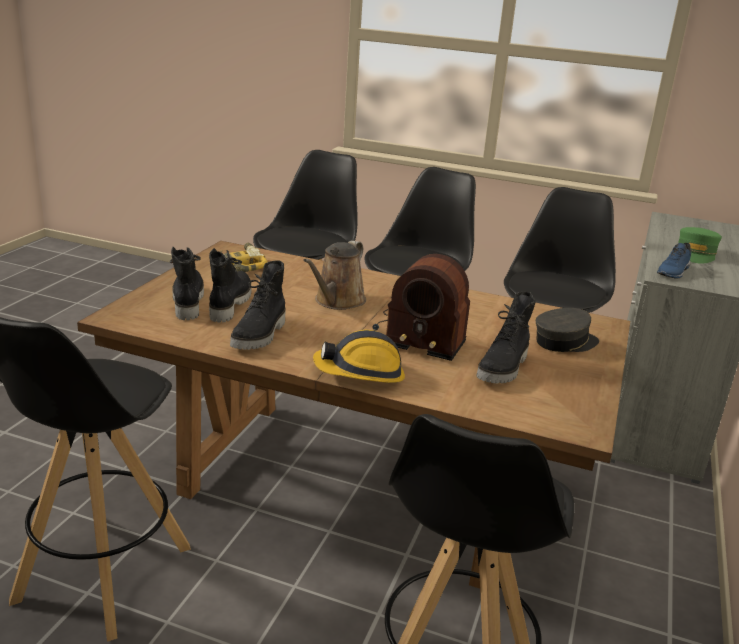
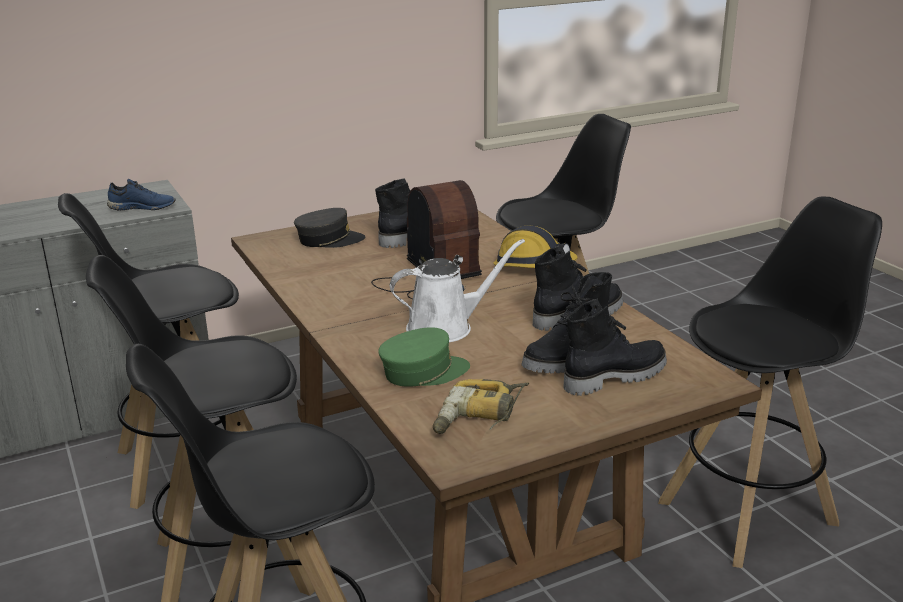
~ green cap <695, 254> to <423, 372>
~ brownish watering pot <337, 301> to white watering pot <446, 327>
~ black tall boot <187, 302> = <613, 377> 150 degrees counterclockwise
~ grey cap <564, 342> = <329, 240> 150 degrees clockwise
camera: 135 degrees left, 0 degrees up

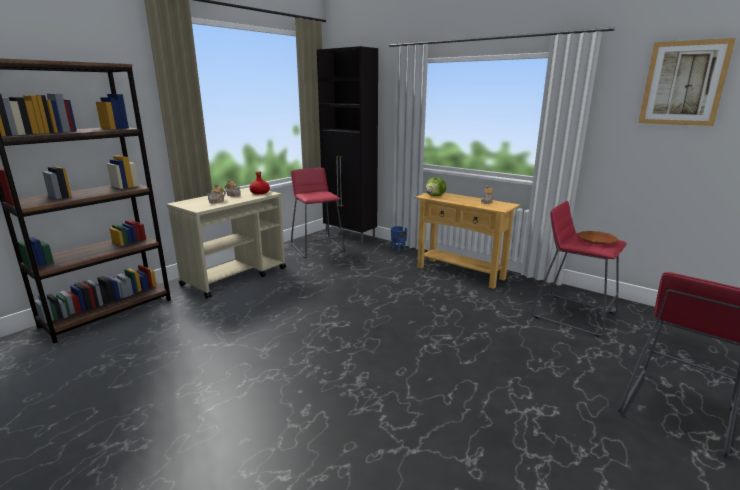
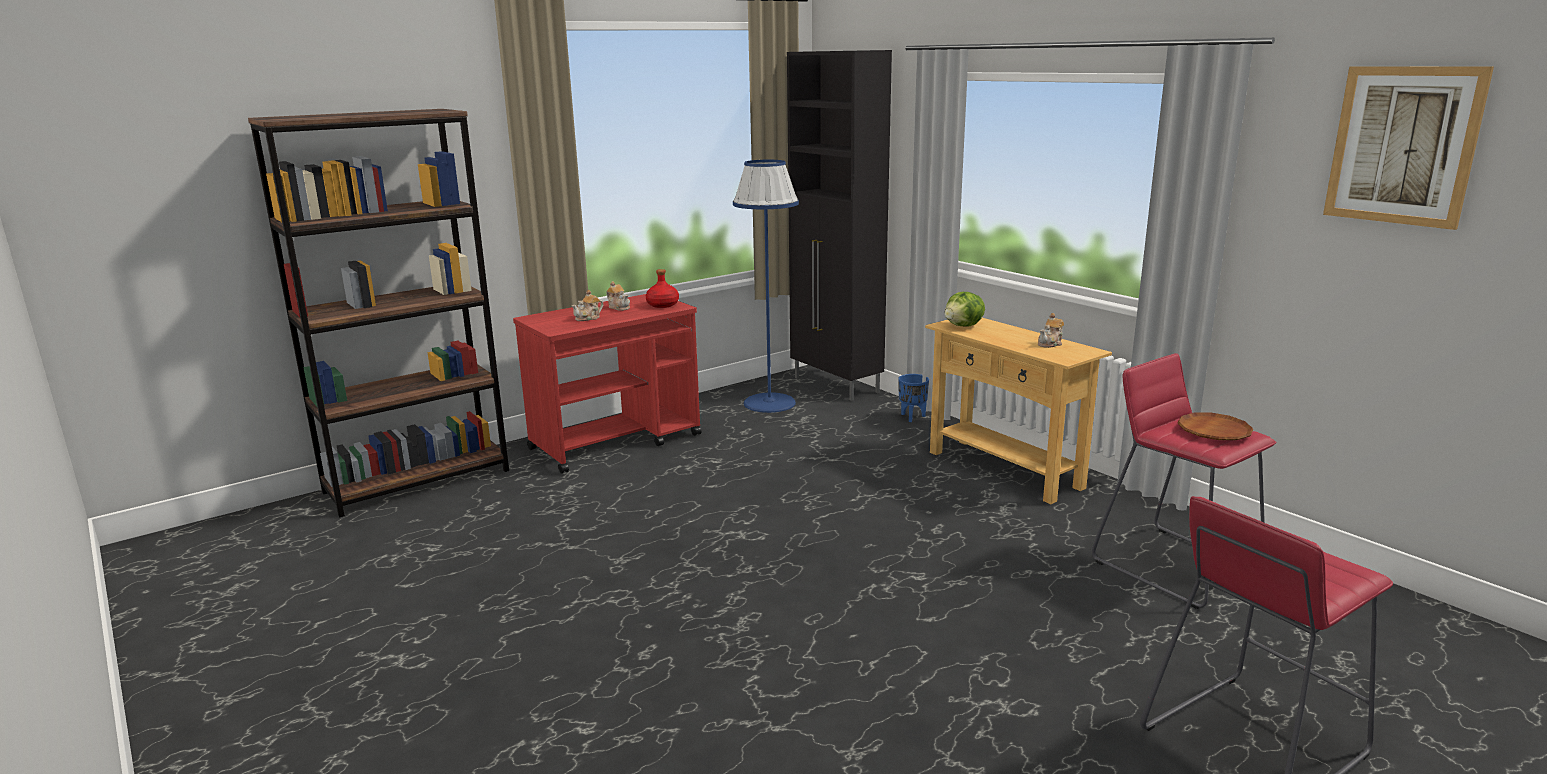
~ red stool <317, 248> to blue-coloured standing lamp <769, 403>
~ beige trolley <236, 276> to red trolley <617, 441>
camera: 15 degrees right, 0 degrees up

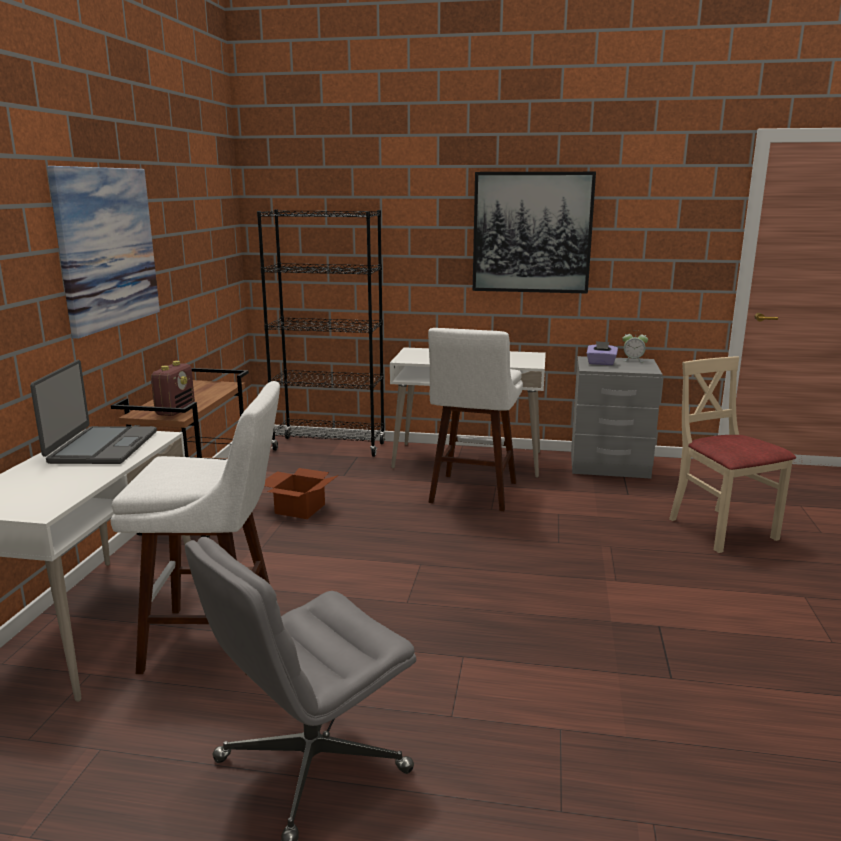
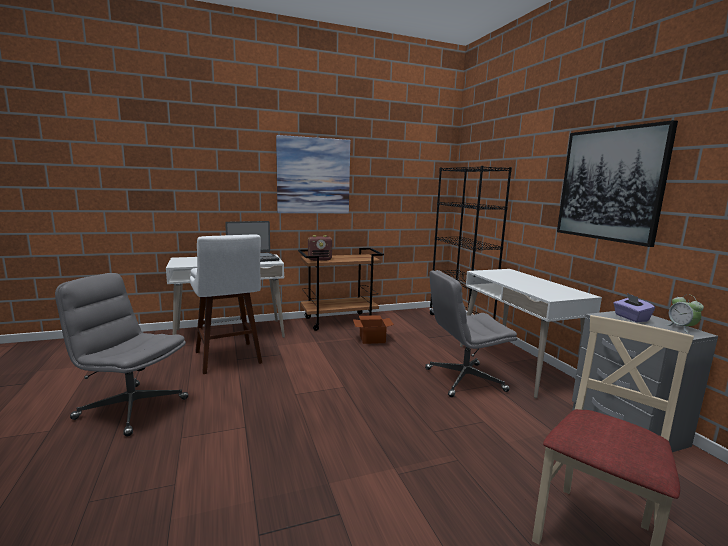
~ white stool <472, 494> to grey desk chair <463, 380>
camera: 60 degrees right, 5 degrees down

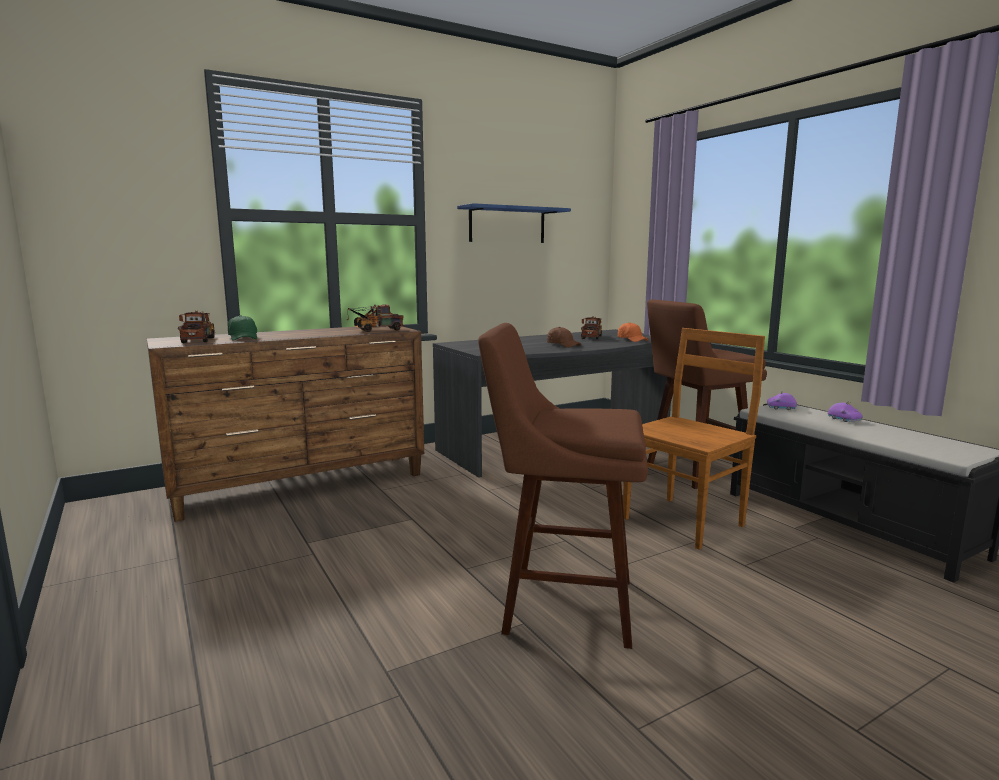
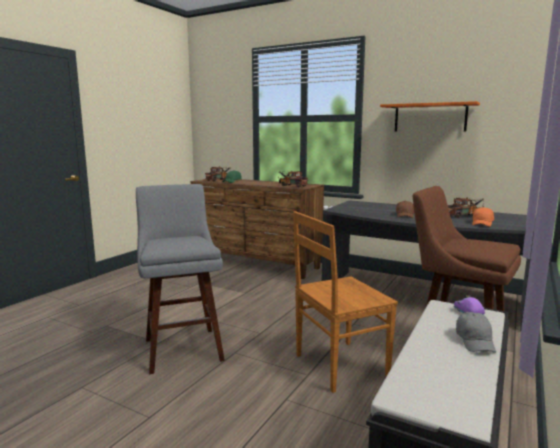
~ blue-coloured shelf <507, 225> to orangey shelf <430, 117>
~ brownish stool <561, 604> to grey stool <182, 347>
~ brownish upright chair <685, 521> = <338, 366> 135 degrees clockwise
~ purple miniature car <844, 419> to grey cap <475, 341>
camera: 60 degrees right, 0 degrees up

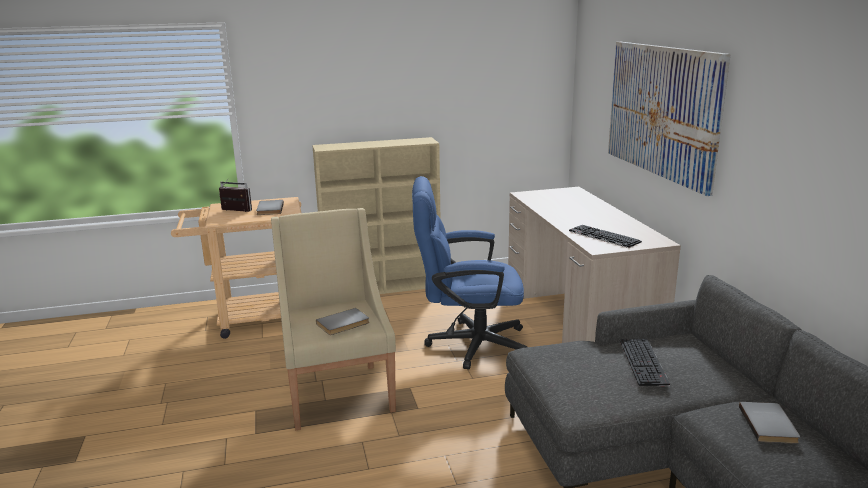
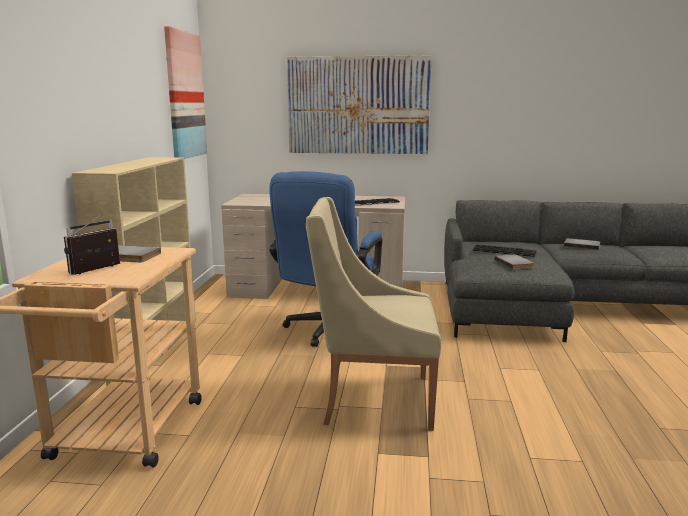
~ grey volume <344, 324> to <515, 263>
+ wall picture <185, 95>
camera: 70 degrees left, 5 degrees down

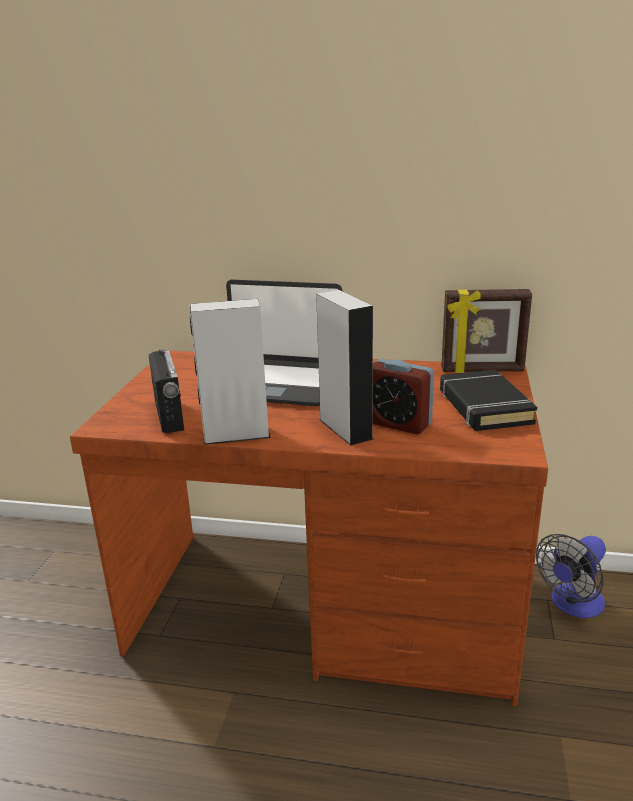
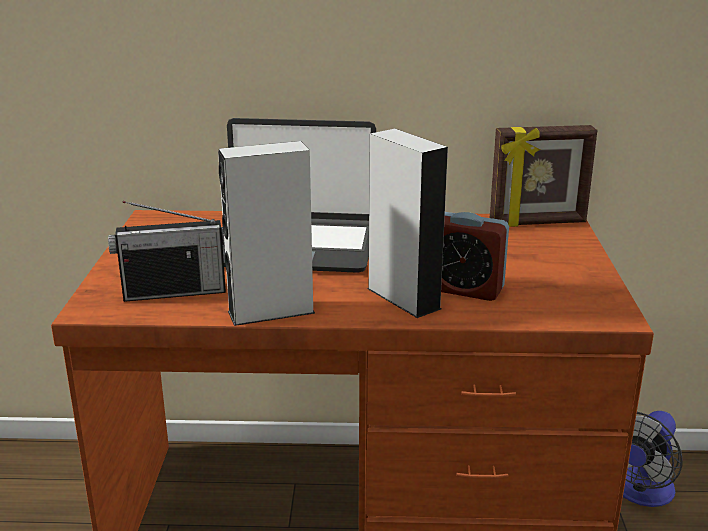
~ radio set <169, 415> = <175, 291> 105 degrees clockwise
- black volume <484, 407>
camera: 10 degrees left, 0 degrees up

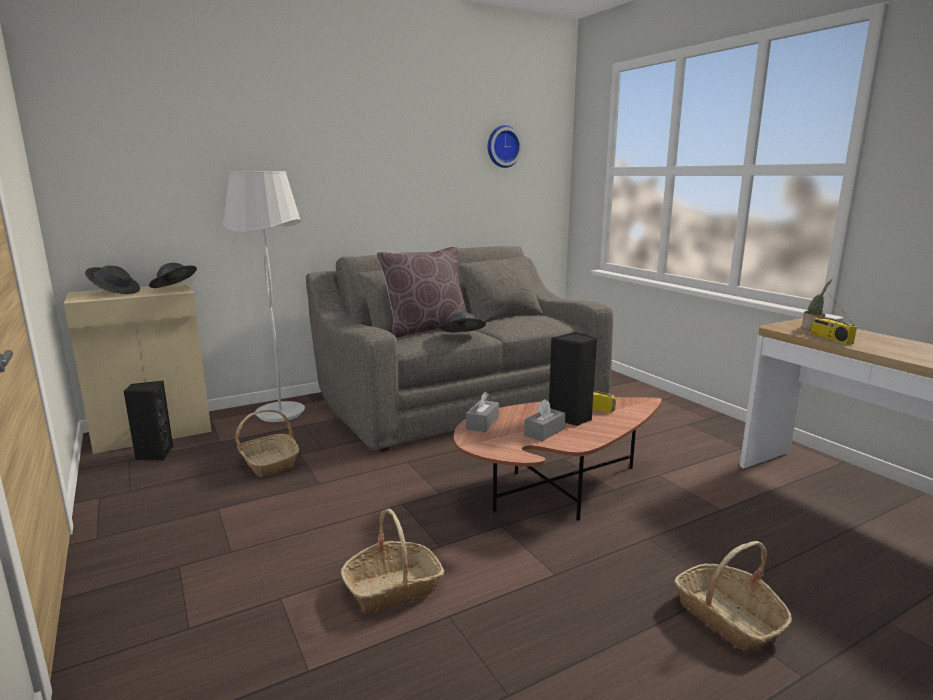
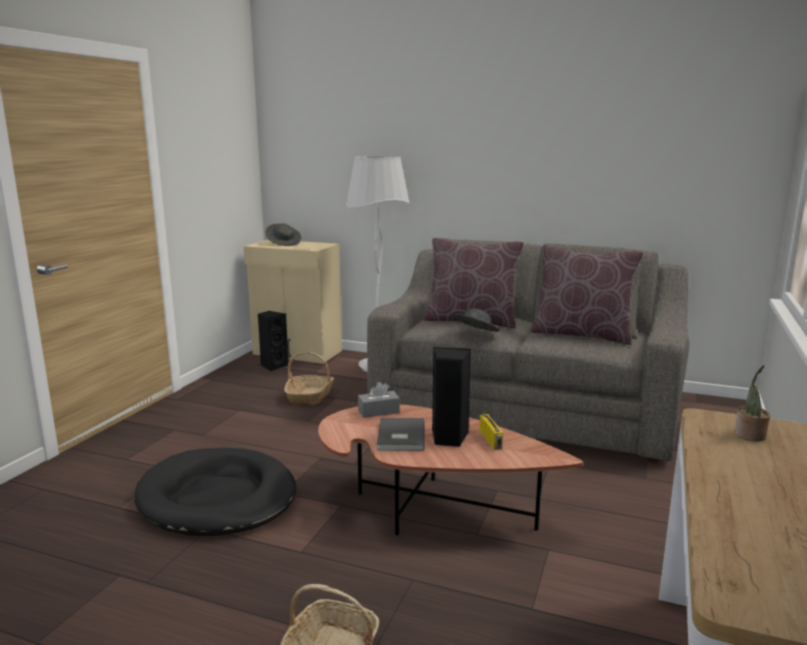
- hanging clock <502, 146>
- grey wearable hat <174, 288>
- radio set <829, 338>
~ grey tissue holder <544, 432> to grey volume <399, 437>
~ household basket <393, 588> to black dog bed <217, 498>
+ brownish throw pillow <581, 334>
camera: 50 degrees right, 0 degrees up

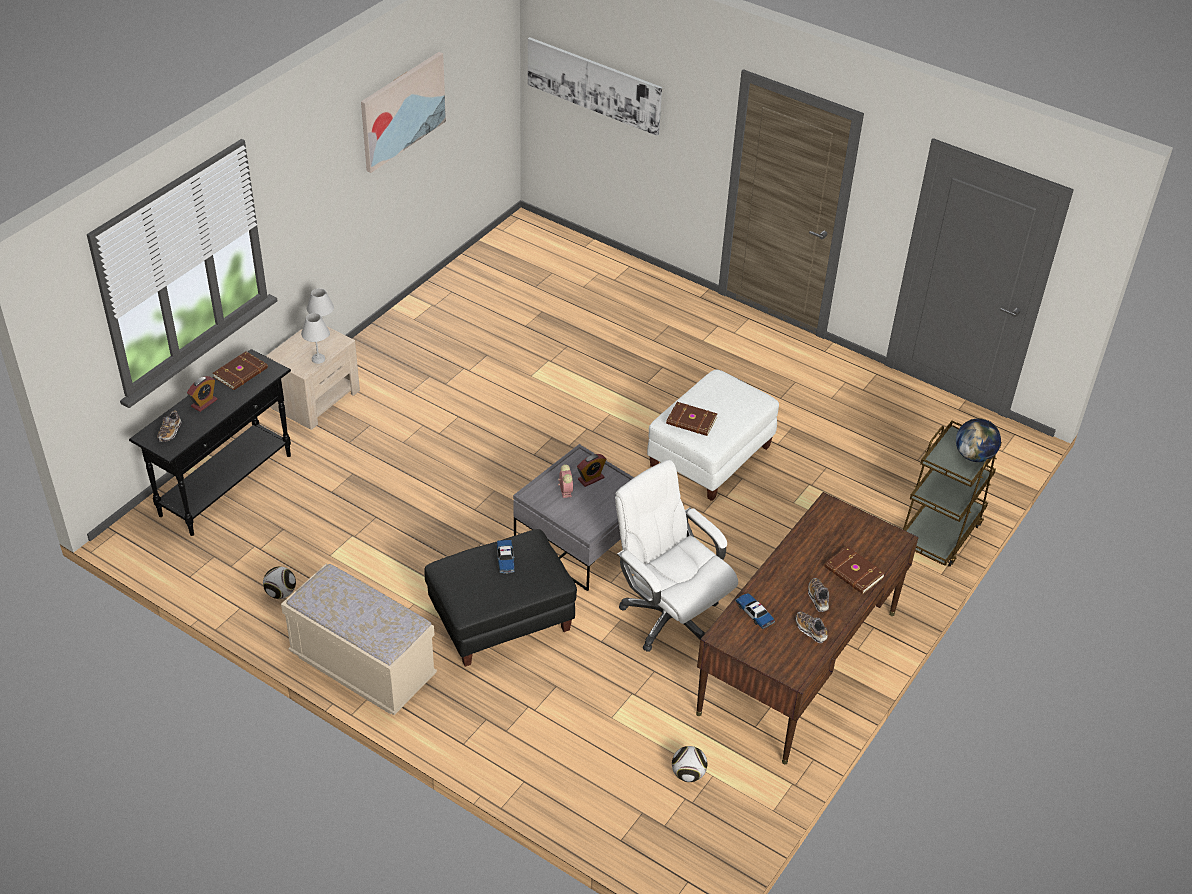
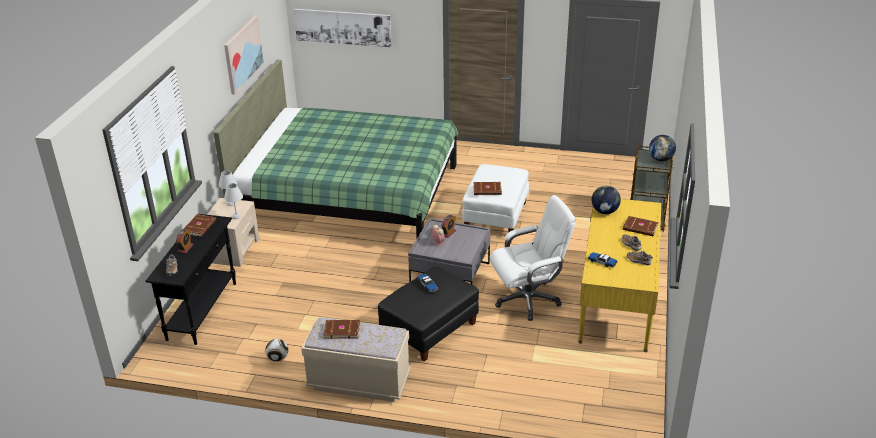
~ white desk chair <669, 616> = <528, 299> 135 degrees clockwise
~ brownish desk unit <798, 662> to yellow desk unit <617, 300>
- ball for football <688, 774>
+ green sleeping bed <349, 196>
+ globe <604, 212>
+ brownish volume <341, 330>
camera: 20 degrees left, 10 degrees down

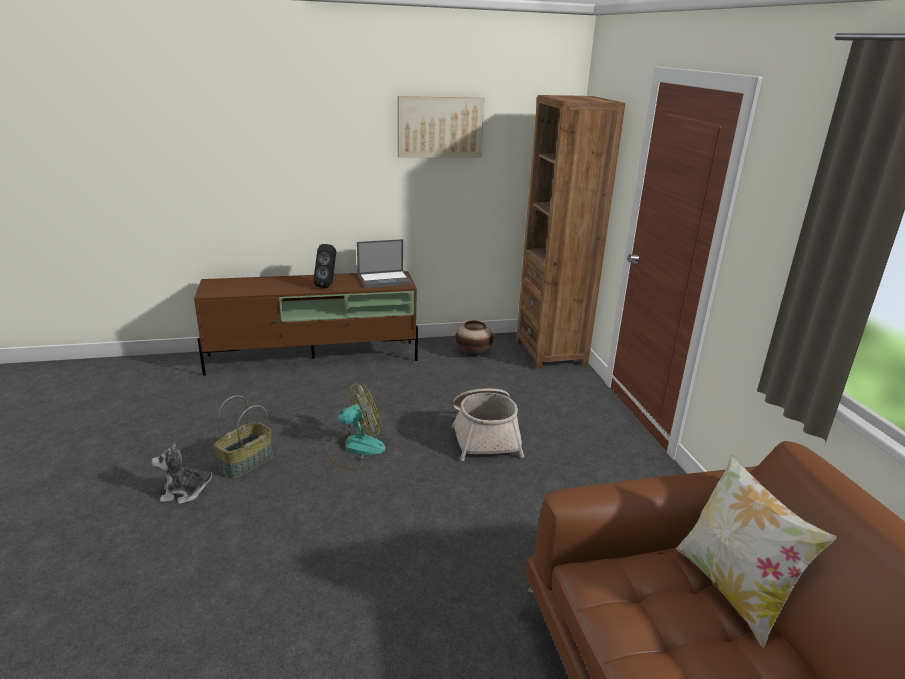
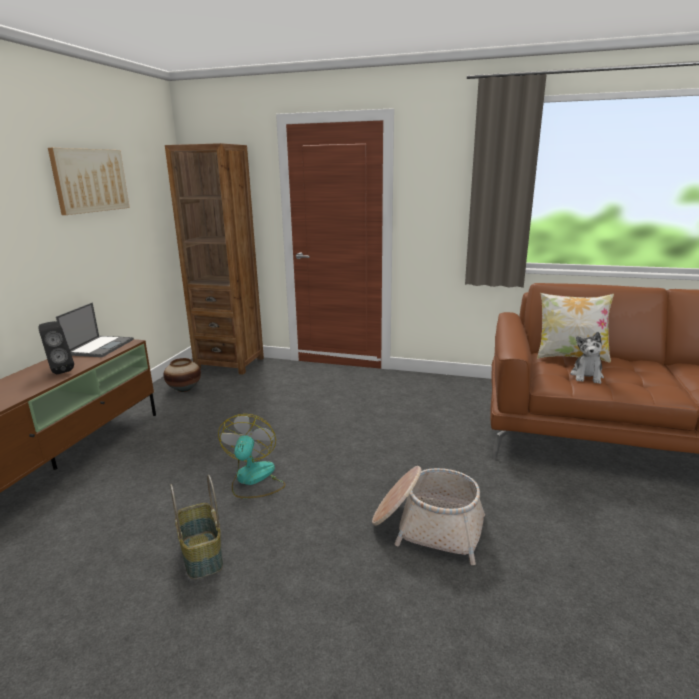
~ household basket <485, 435> to <427, 526>
~ plush toy <183, 493> to <587, 376>
camera: 60 degrees left, 5 degrees down

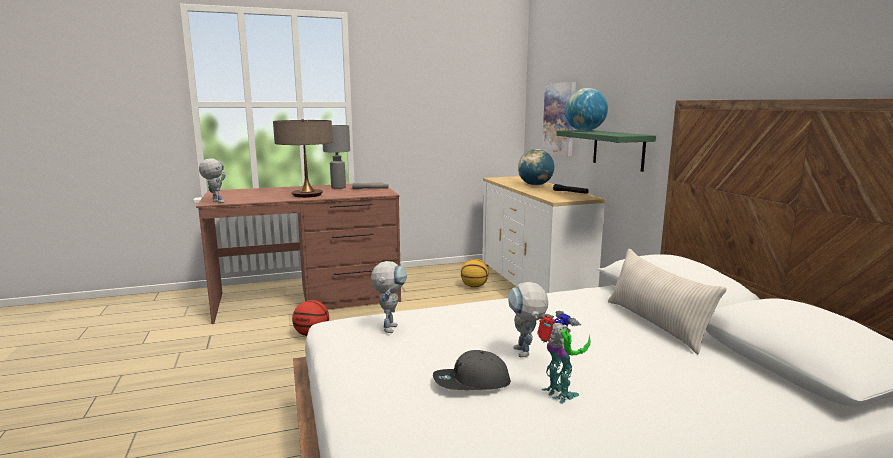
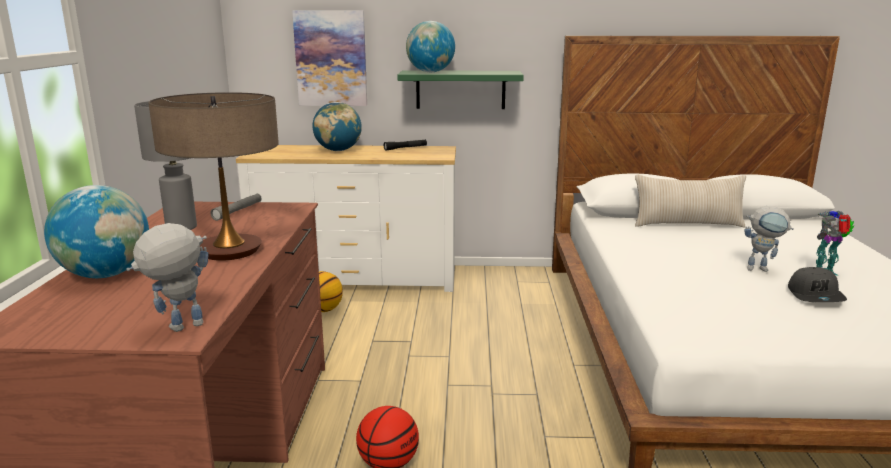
- toy robot <390, 326>
+ globe <106, 275>
camera: 70 degrees left, 5 degrees up

